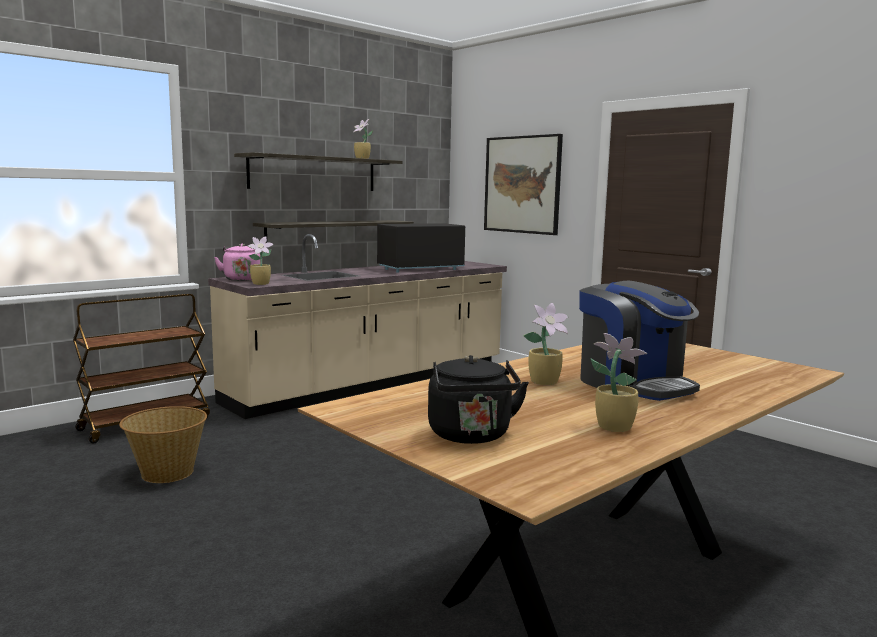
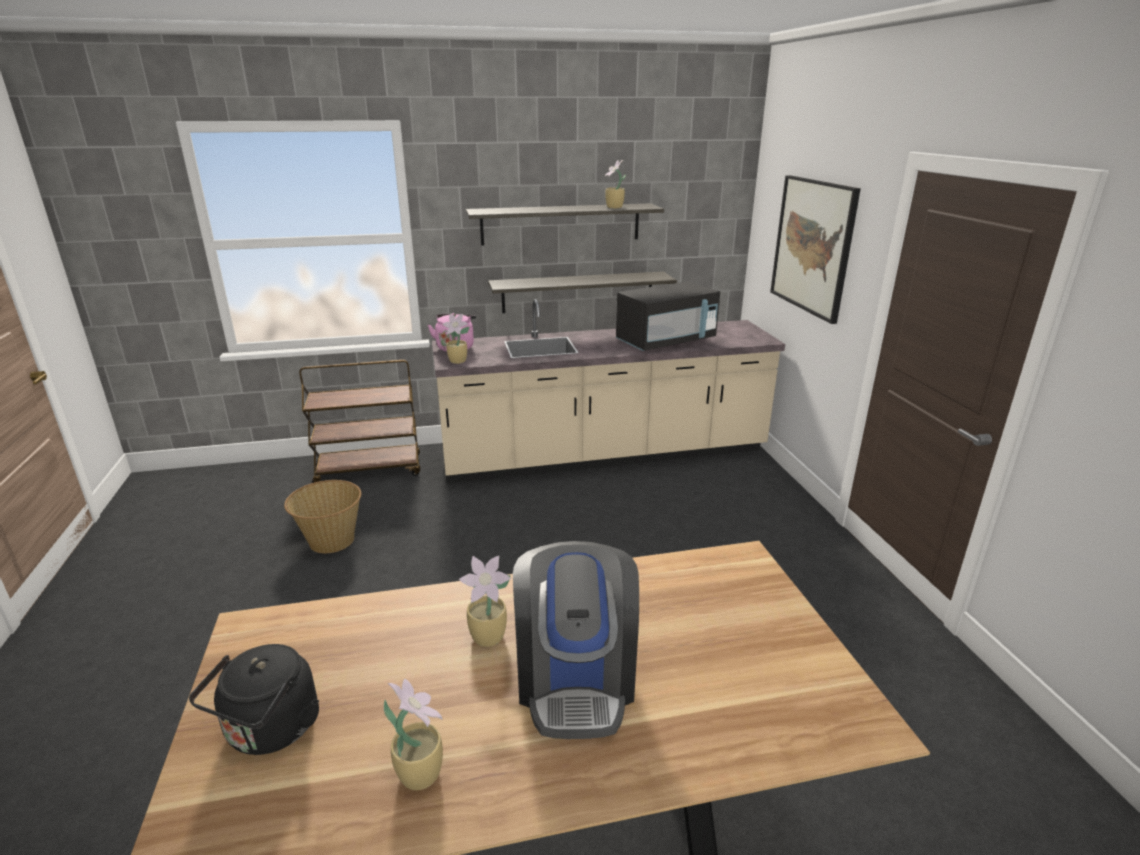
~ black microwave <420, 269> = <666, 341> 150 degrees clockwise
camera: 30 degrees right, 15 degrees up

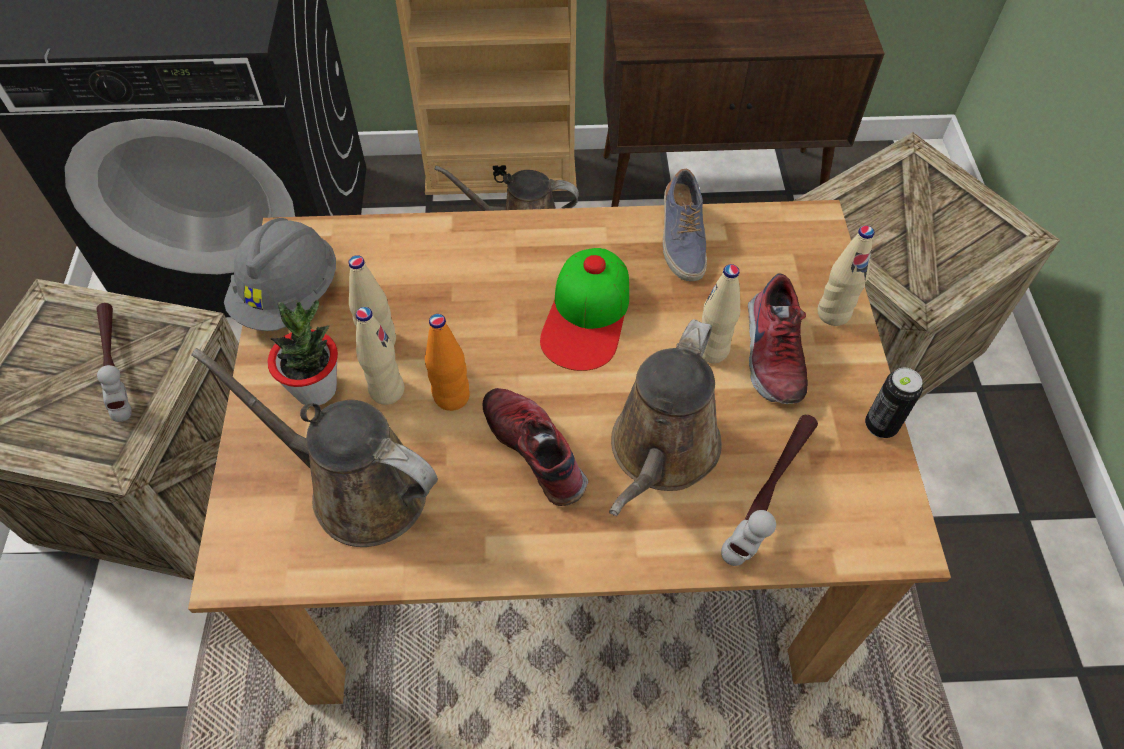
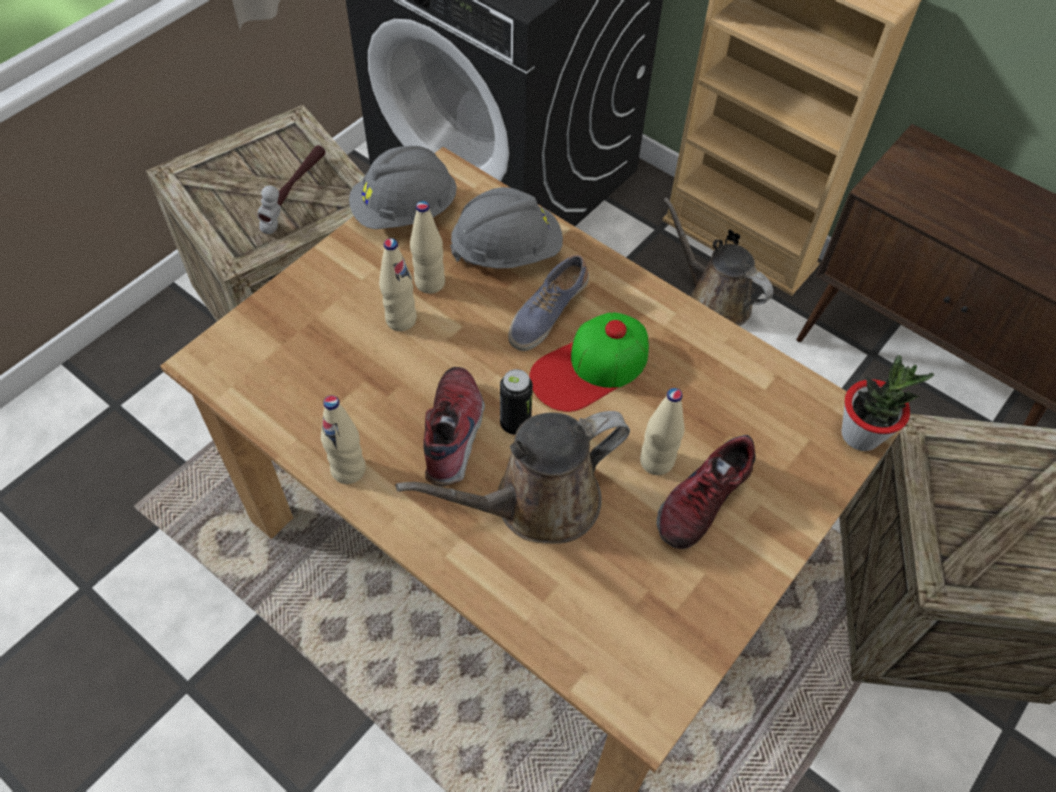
~ shoe <681, 239> to <547, 313>
~ beige drink bottle <833, 313> to <348, 470>
~ houseplant <316, 389> to <861, 435>
- orangey drink bottle <451, 397>
- brownish watering pot <357, 489>
~ metal can <880, 426> to <515, 424>
- tool hammer <770, 495>
+ grey work helmet <507, 251>
camera: 40 degrees right, 0 degrees up

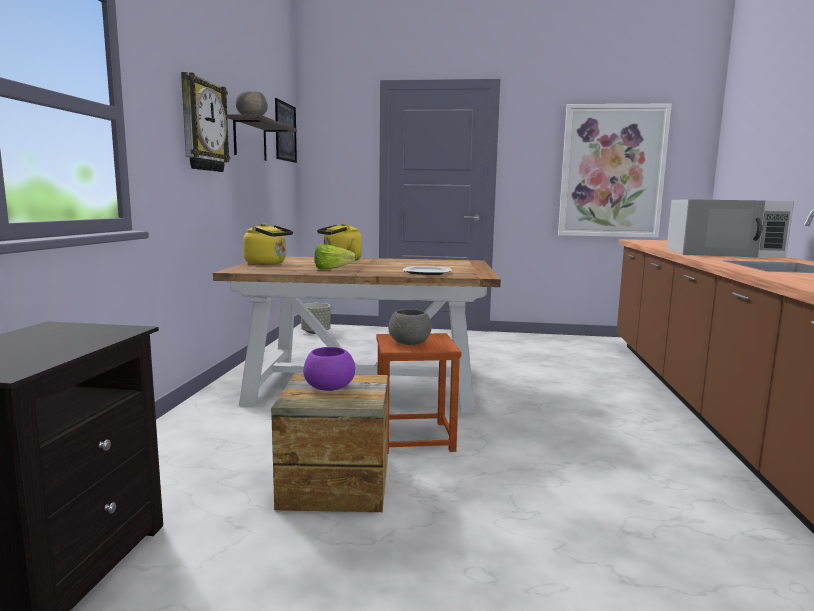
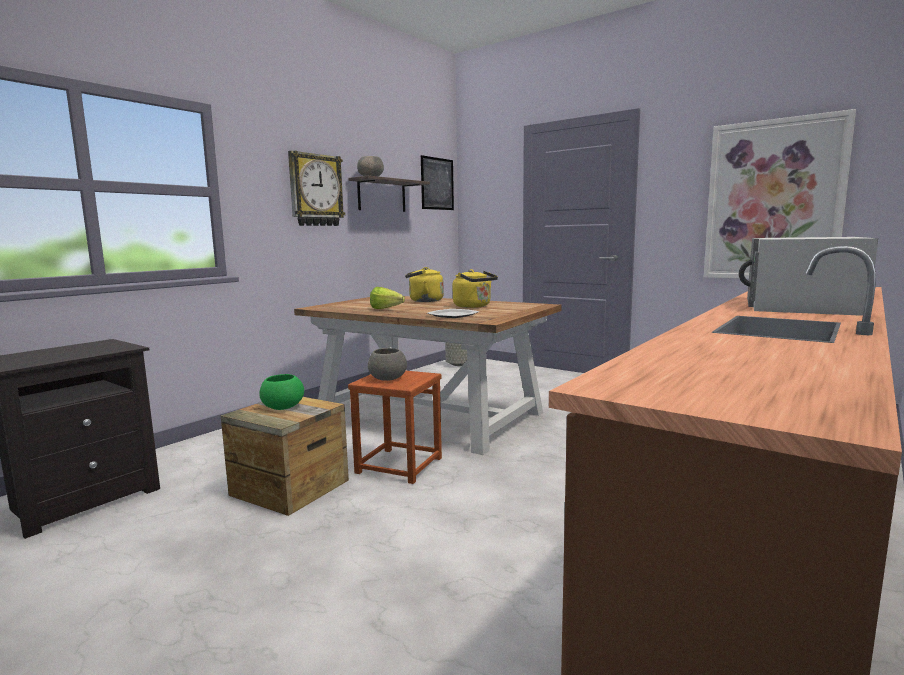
~ white microwave <723, 253> = <800, 305> 75 degrees clockwise
~ yellow kettle <268, 263> to <474, 306>
~ purple serving bowl <328, 388> to green serving bowl <282, 407>
camera: 30 degrees right, 0 degrees up

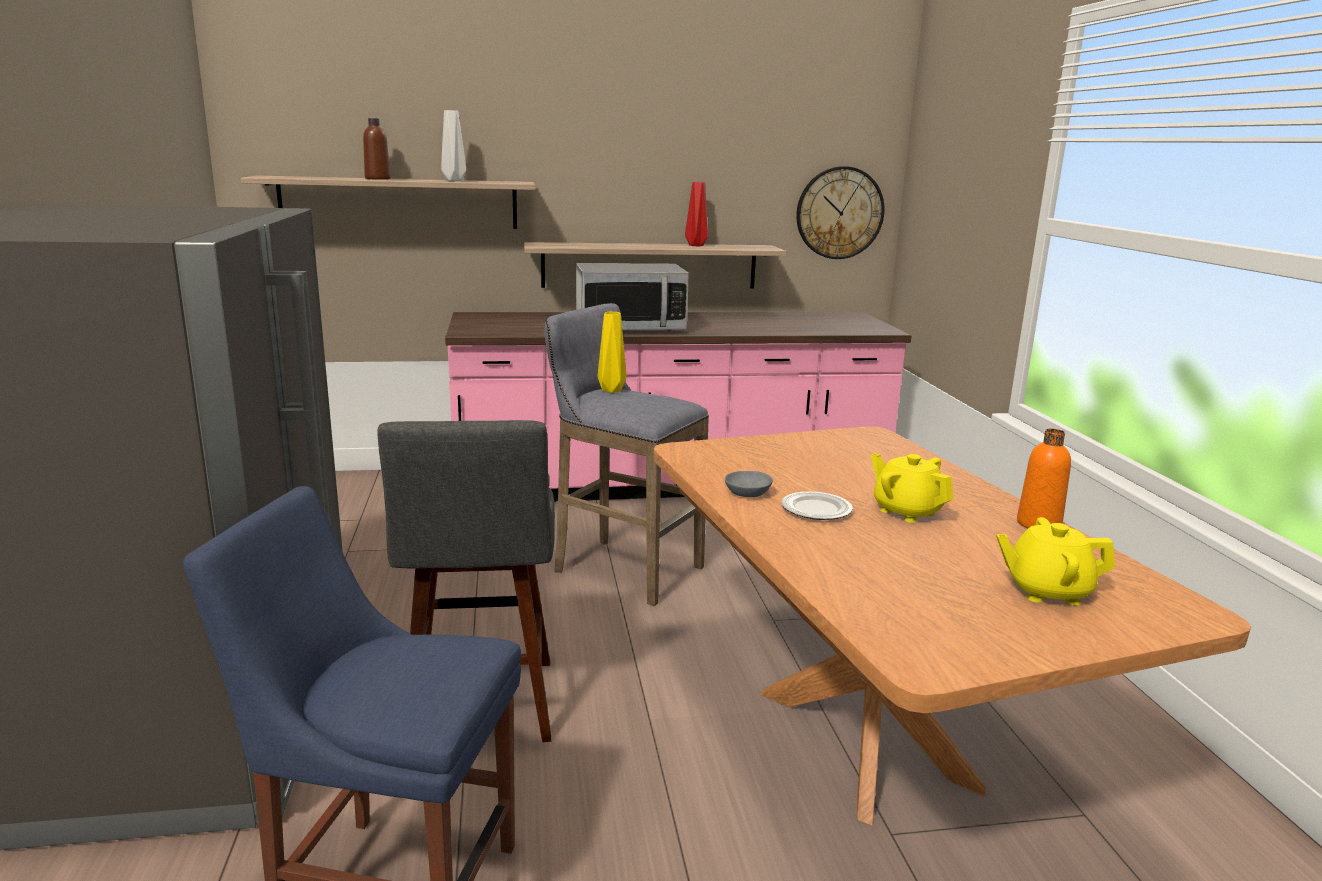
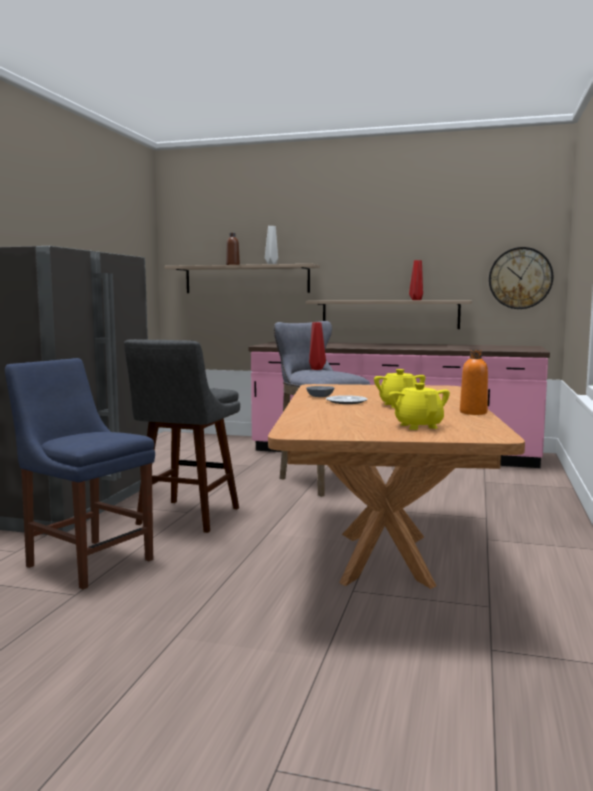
- microwave <630, 327>
~ yellow decorative vase <612, 390> to red decorative vase <317, 369>
~ yellow pot for tea <1047, 591> = <418, 426> 45 degrees clockwise
camera: 25 degrees right, 10 degrees down

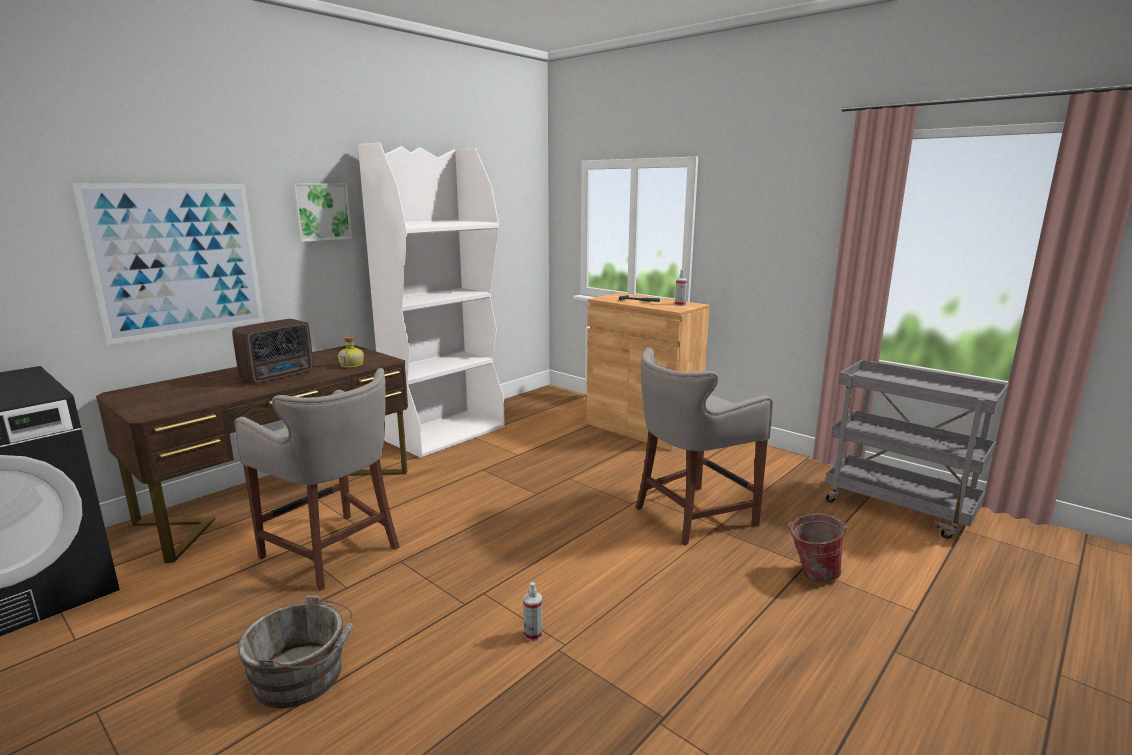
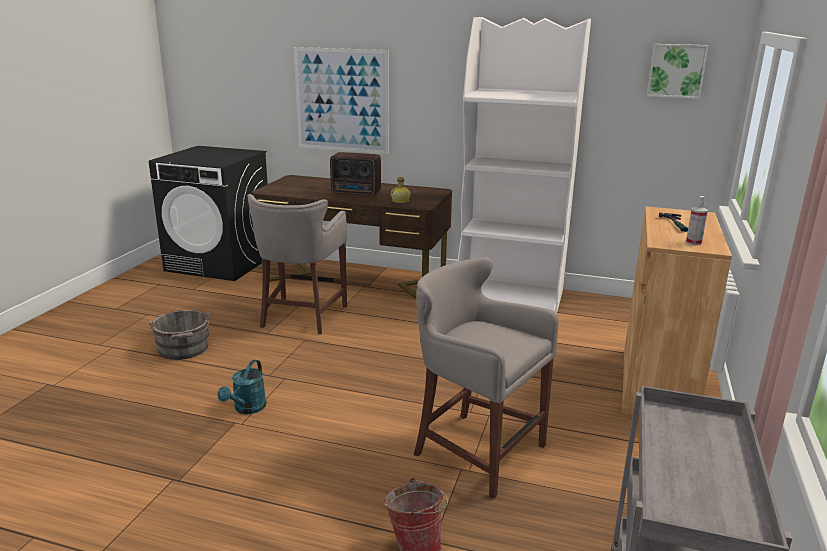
~ wall picture <321, 211> to <676, 70>
~ sprayer <533, 634> to turquoise watering pot <247, 409>
camera: 65 degrees right, 5 degrees up

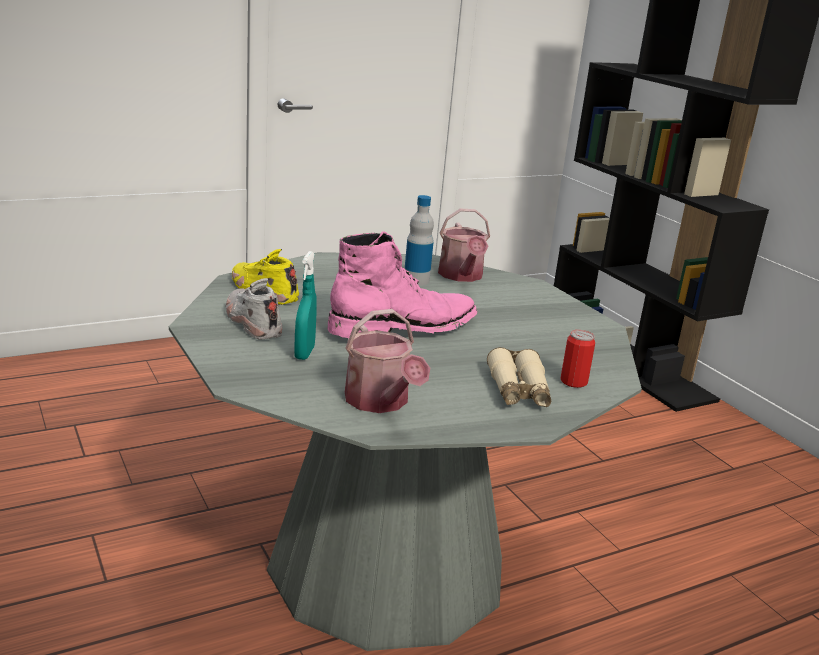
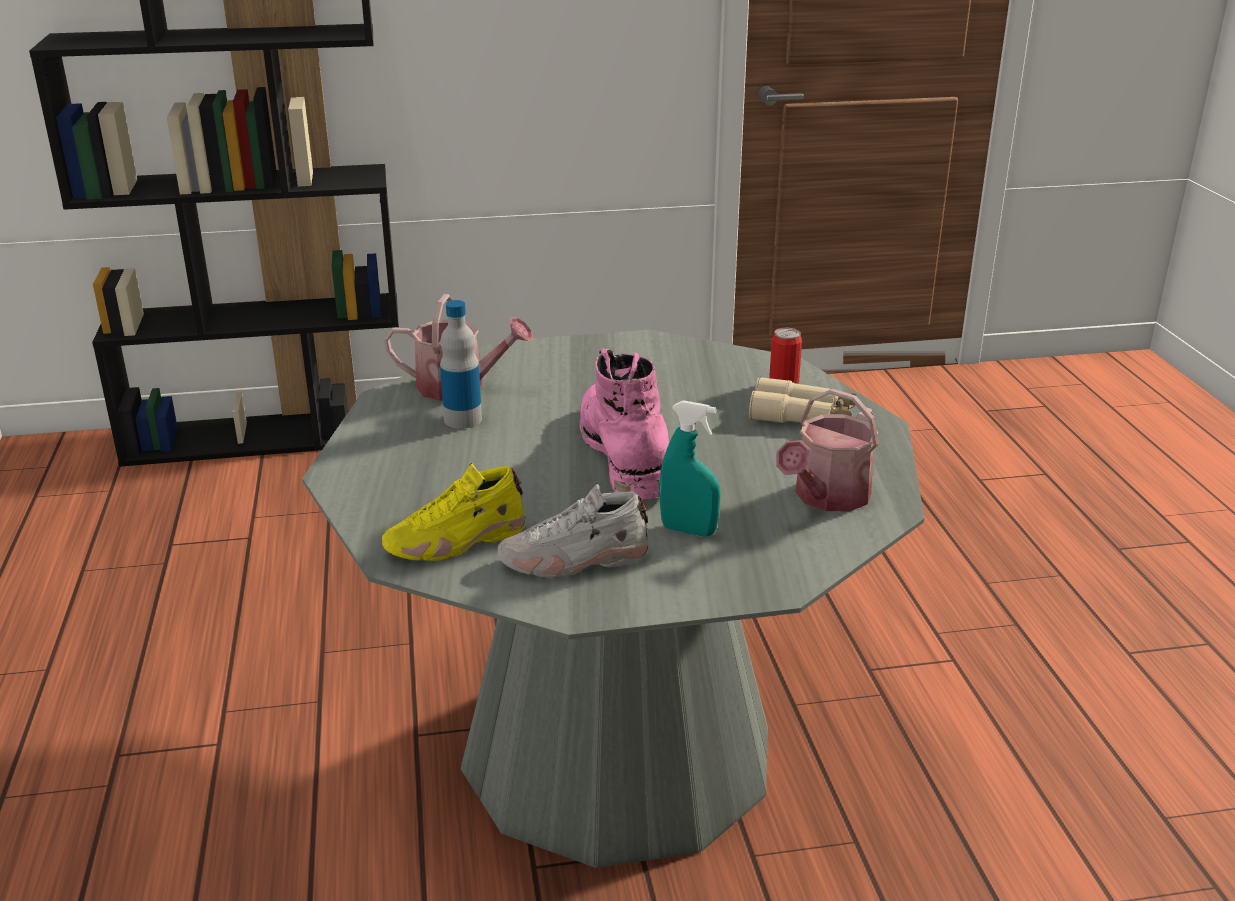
~ watering pot <380, 402> = <826, 497> 135 degrees clockwise
camera: 70 degrees left, 5 degrees up

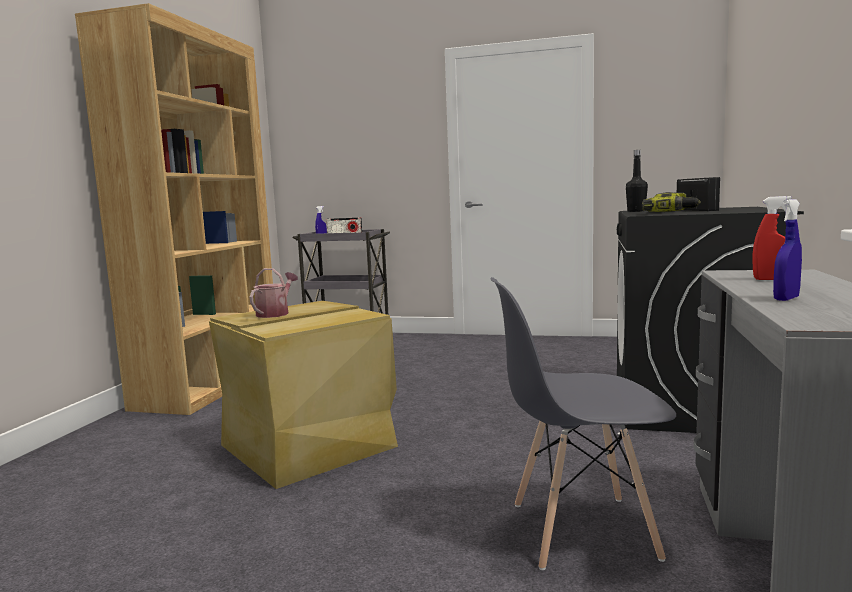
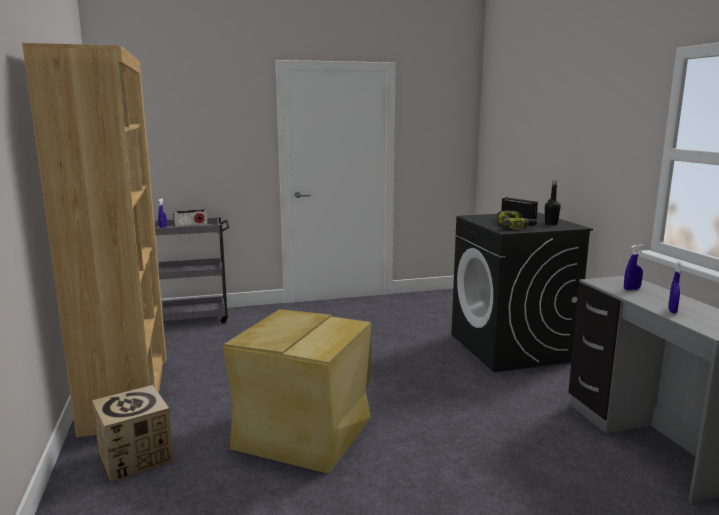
~ black drink bottle <636, 211> to <551, 223>
~ red sprayer <771, 279> to blue-coloured sprayer <632, 289>
- watering pot <275, 313>
- grey upright chair <581, 531>
+ packing box <136, 457>
camera: 30 degrees left, 5 degrees up

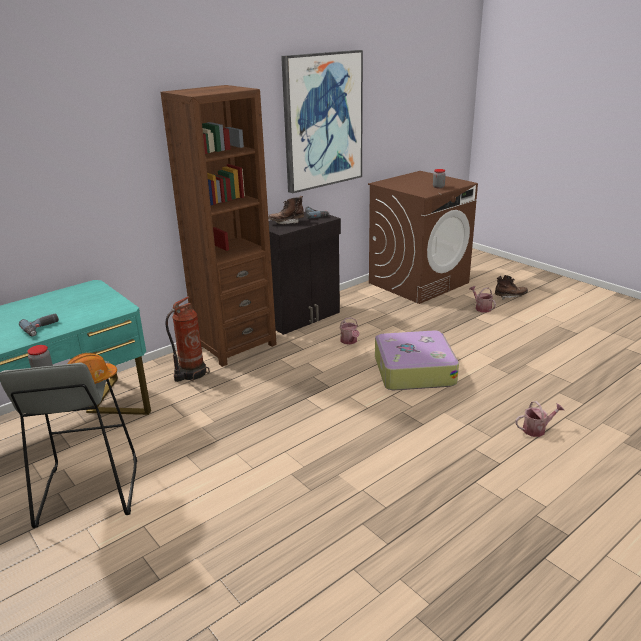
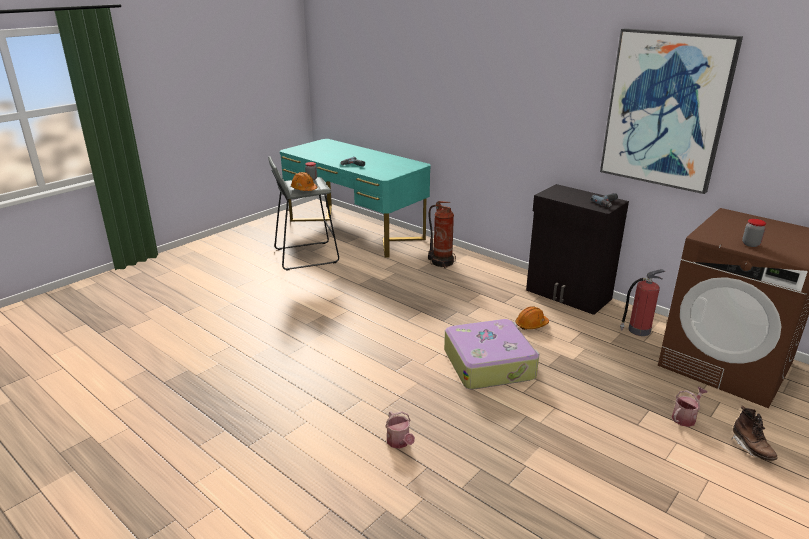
- brownish shelving unit <235, 345>
- brownish tall boot <286, 222>
~ watering pot <349, 341> to orangey work helmet <531, 324>
+ extinguisher <638, 330>
camera: 80 degrees right, 0 degrees up

